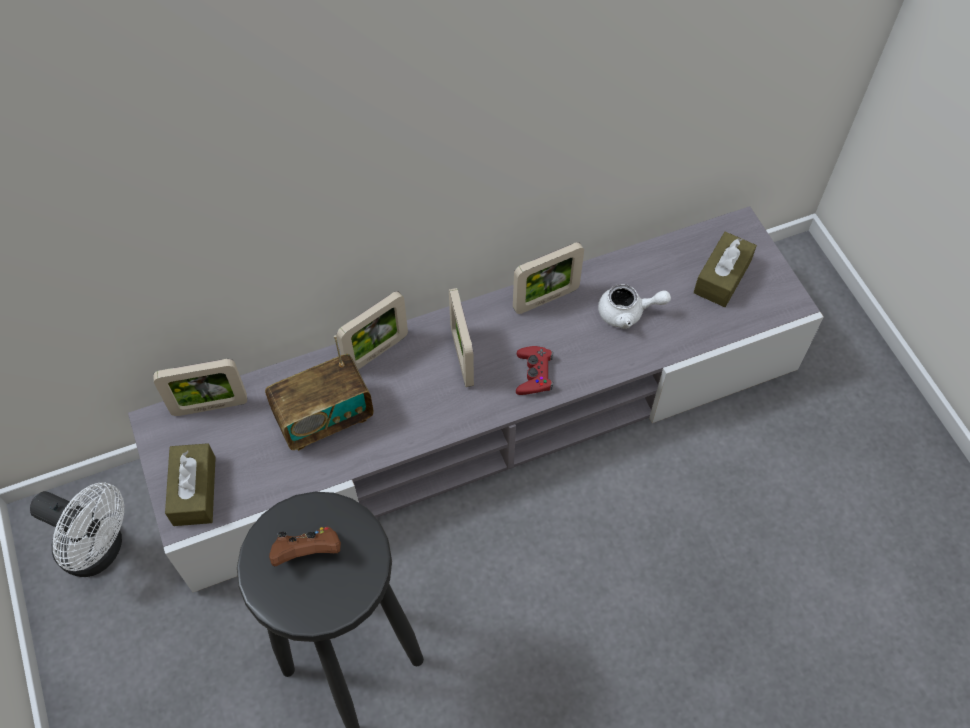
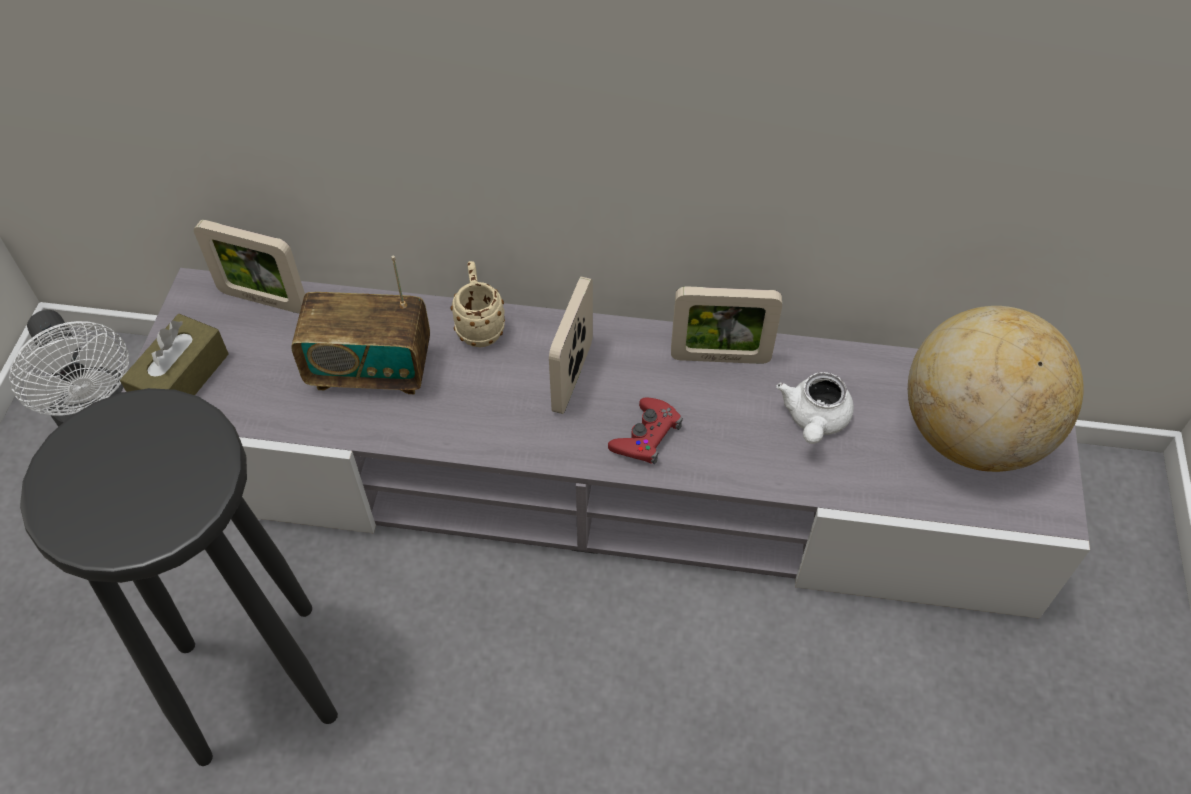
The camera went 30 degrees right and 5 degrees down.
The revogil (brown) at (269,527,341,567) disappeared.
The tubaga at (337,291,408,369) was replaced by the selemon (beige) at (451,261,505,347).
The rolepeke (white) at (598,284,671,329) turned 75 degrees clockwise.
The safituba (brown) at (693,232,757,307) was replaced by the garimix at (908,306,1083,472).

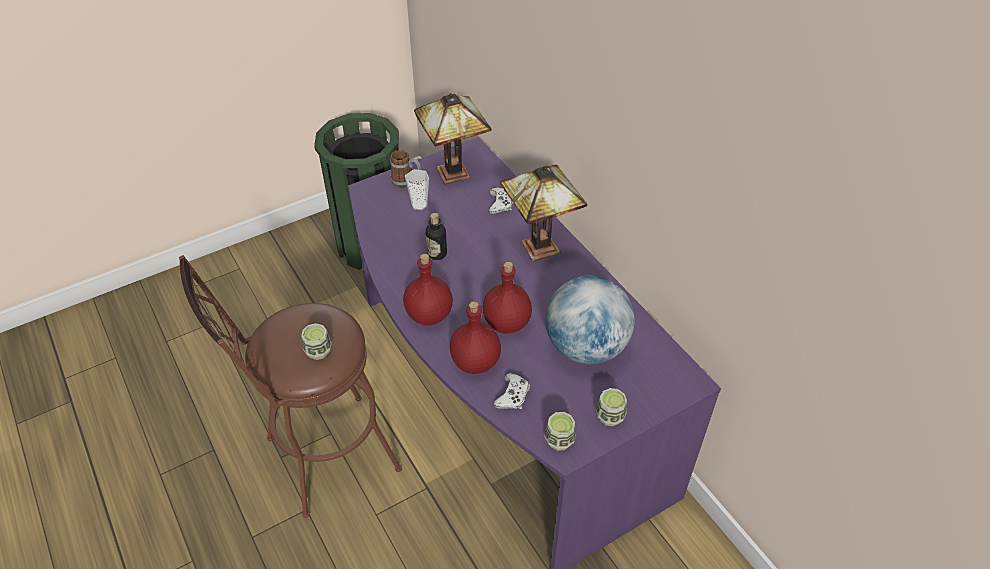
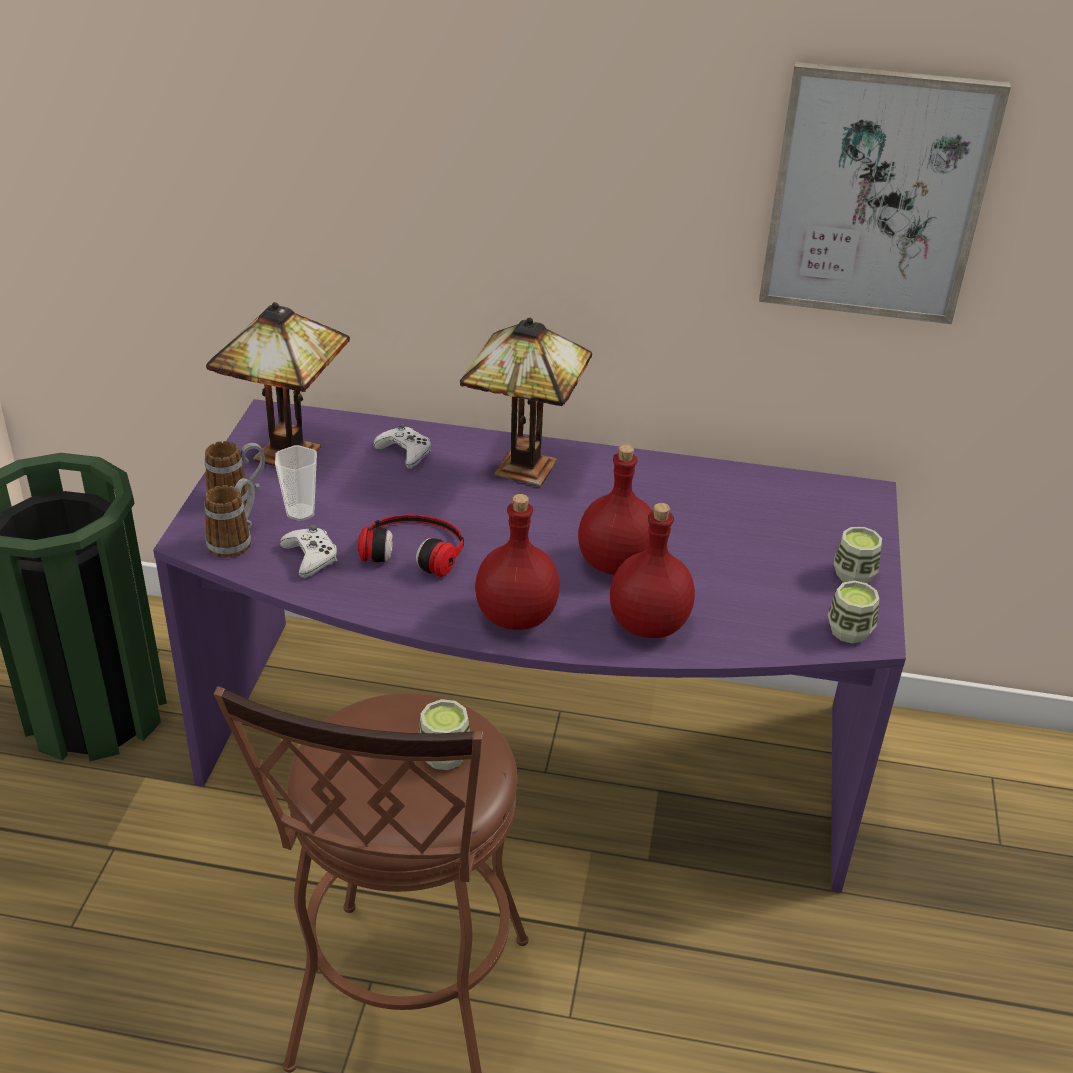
The camera went 50 degrees left and 10 degrees down.
The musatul at (425,213,447,260) was replaced by the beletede at (358,515,464,577).
The revogil (white) moved from (493,373,530,409) to (280,525,338,578).
The garimix at (546,275,635,364) disappeared.
The selemon at (204,478,255,558) appeared.
The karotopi at (759,62,1011,324) appeared.

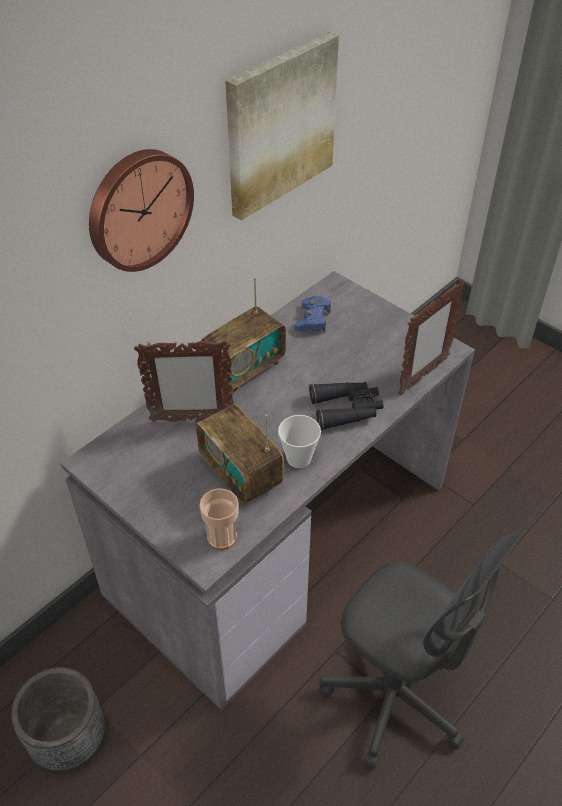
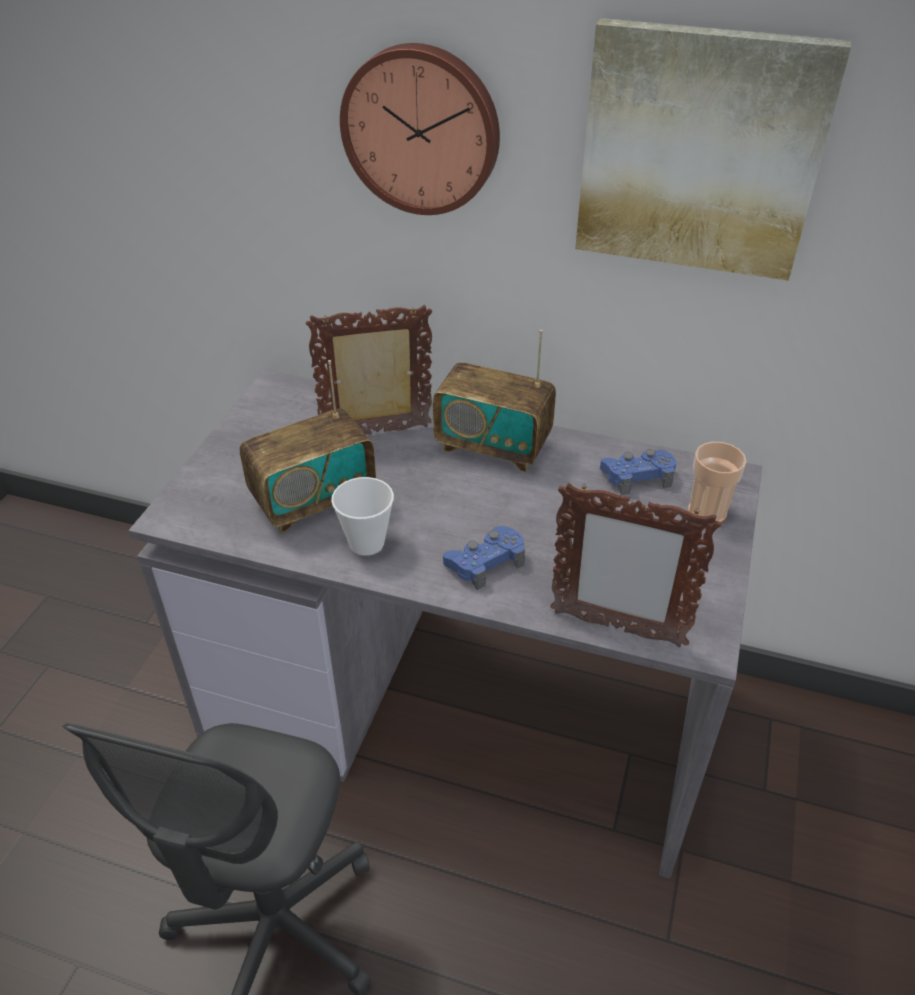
The camera went 65 degrees right and 5 degrees down.
The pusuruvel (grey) at (11,667,105,771) disappeared.
The tubaga at (134,340,234,422) turned 105 degrees clockwise.
The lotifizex at (196,404,284,506) turned 150 degrees counterclockwise.
The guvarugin moved from (200,488,239,550) to (688,442,746,524).
The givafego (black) at (309,382,384,430) was replaced by the revogil (blue) at (443,526,525,590).

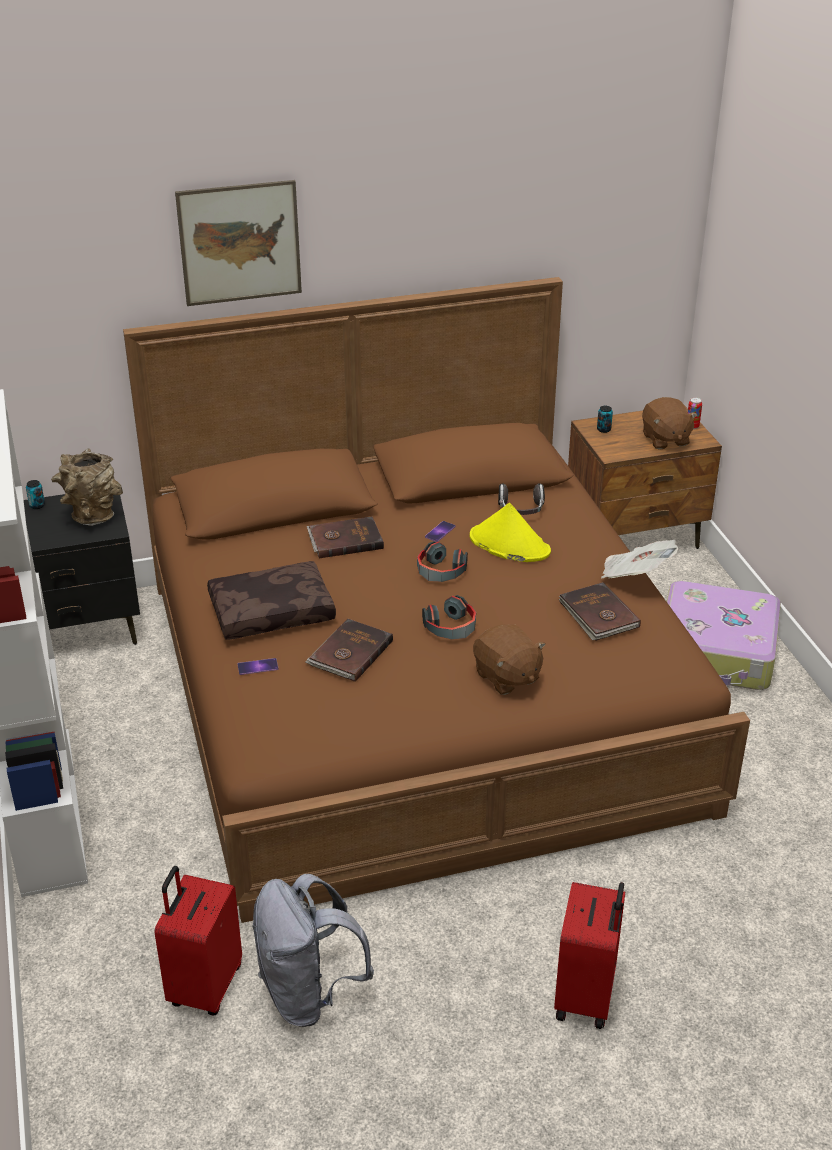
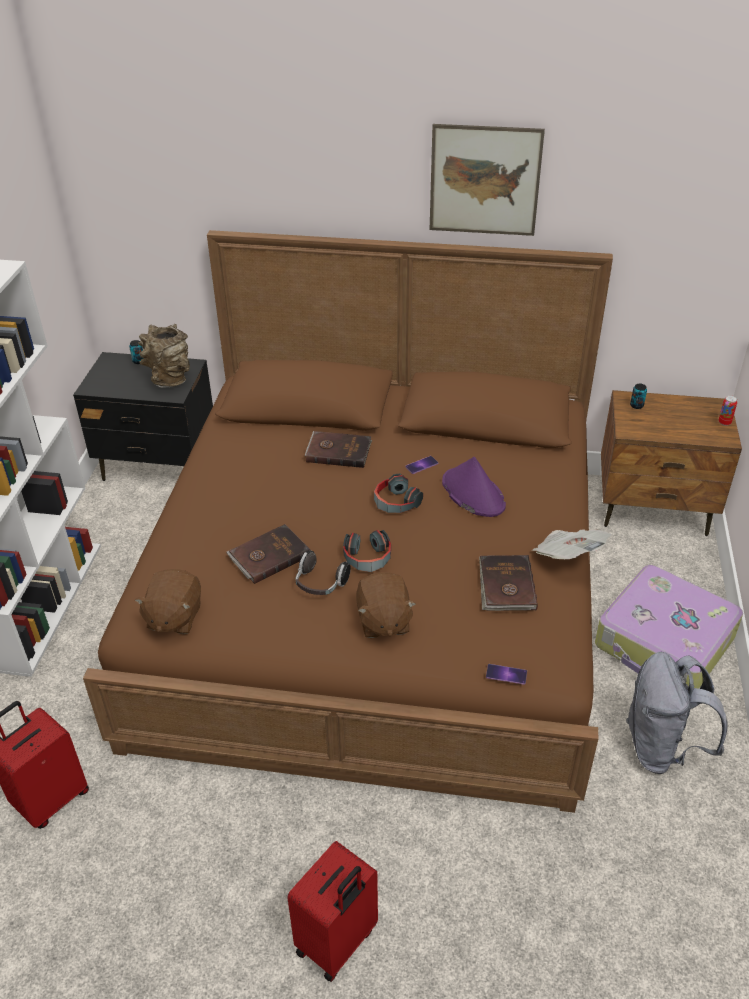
The camera went 25 degrees right and 5 degrees up.
The karotopi moved from (175,180,302,306) to (430,124,545,236).
The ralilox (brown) at (207,561,336,640) disappeared.
The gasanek moved from (238,658,278,675) to (486,664,527,685).
The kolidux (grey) moved from (252,874,374,1027) to (626,652,728,774).
The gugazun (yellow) at (470,503,551,562) became the gugazun (purple) at (442,457,506,517).
The beletede moved from (498,483,545,515) to (296,550,351,595).
The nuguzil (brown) moved from (642,397,697,450) to (135,569,201,634).

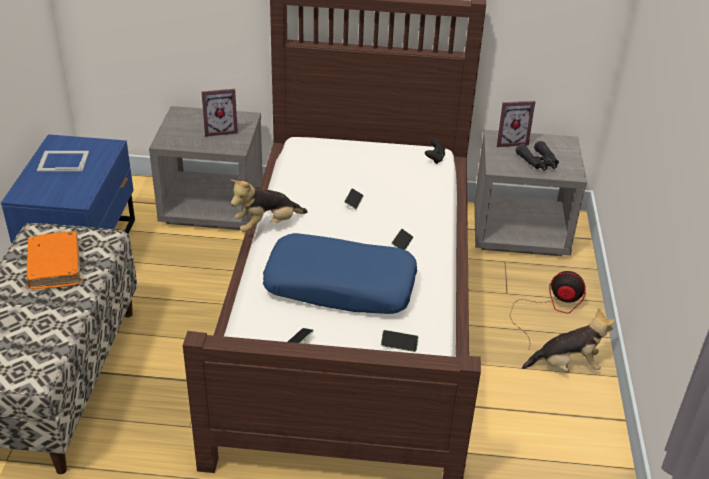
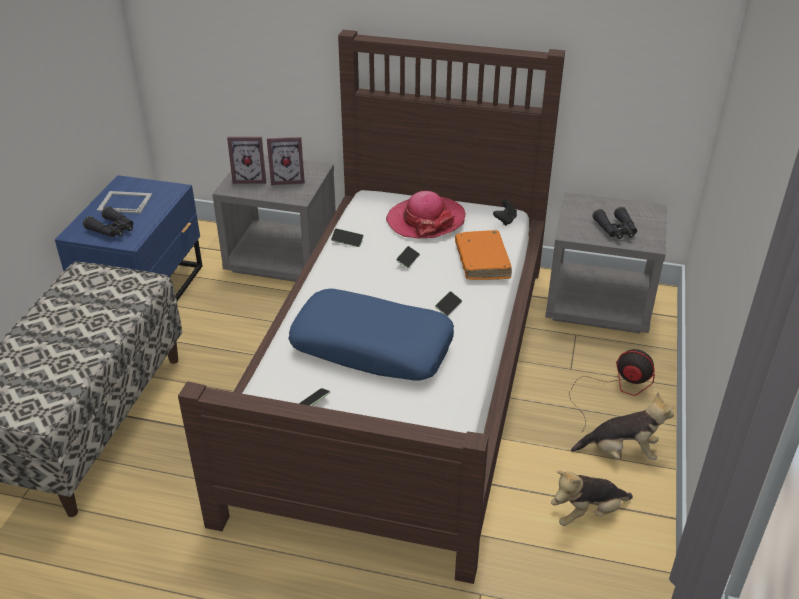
The camera went 10 degrees right and 0 degrees up.
The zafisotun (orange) moved from (26,231,81,289) to (455,230,512,280).
The nuguzil moved from (230,179,308,232) to (551,471,633,526).
The gasanek moved from (381,330,418,352) to (331,228,364,247).
The tubaga moved from (497,101,535,147) to (227,137,266,184).
The givafego (black) at (83,206,133,237) appeared.
The gugazun at (386,191,465,238) appeared.

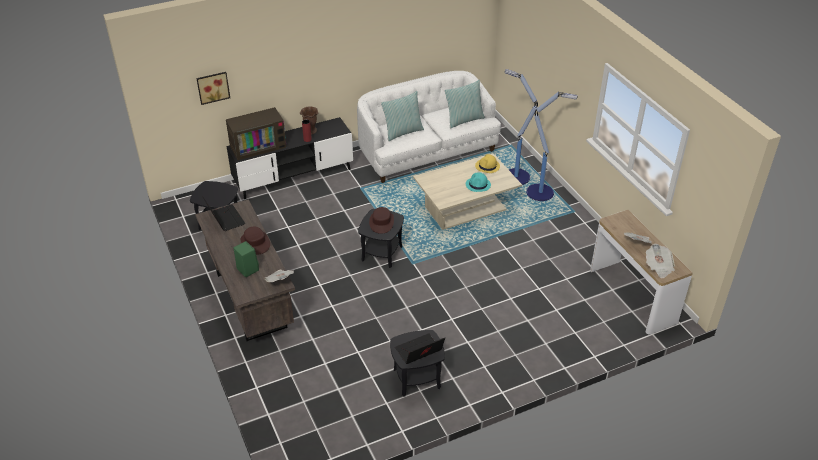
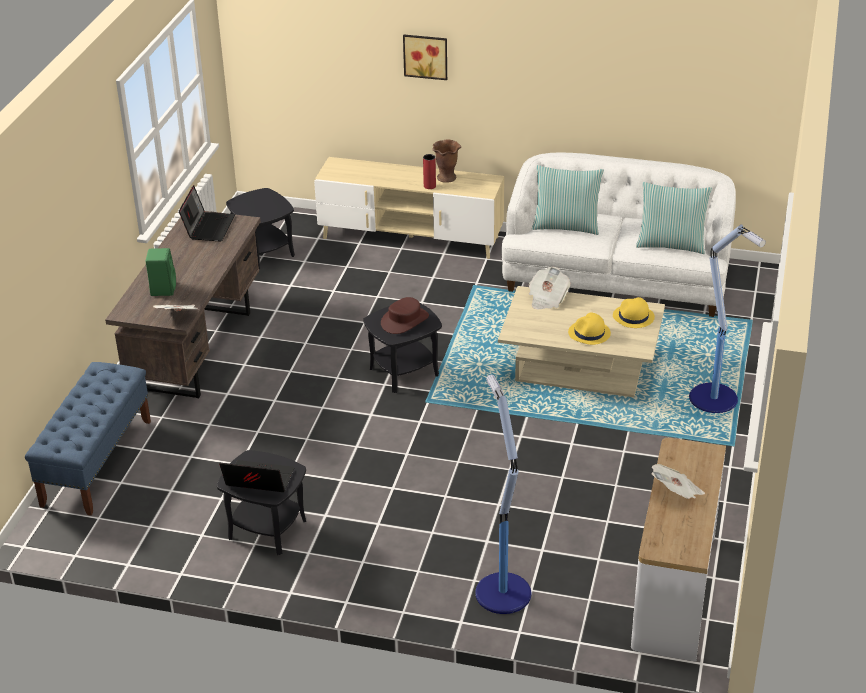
The camera went 40 degrees right and 5 degrees down.
The karotopi moved from (196,72,230,105) to (403,35,447,80).
The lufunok at (226,107,287,160) disappeared.
The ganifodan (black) at (227,117,353,199) became the ganifodan (beige) at (314,157,504,259).
The gugazun (brown) at (241,227,270,255) disappeared.
The gugazun (turquoise) at (466,172,491,192) became the gugazun (yellow) at (568,313,611,345).
The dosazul moved from (505,69,538,185) to (475,375,531,614).
The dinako moved from (646,243,675,279) to (529,267,570,309).
The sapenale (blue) at (25,362,151,516) appeared.

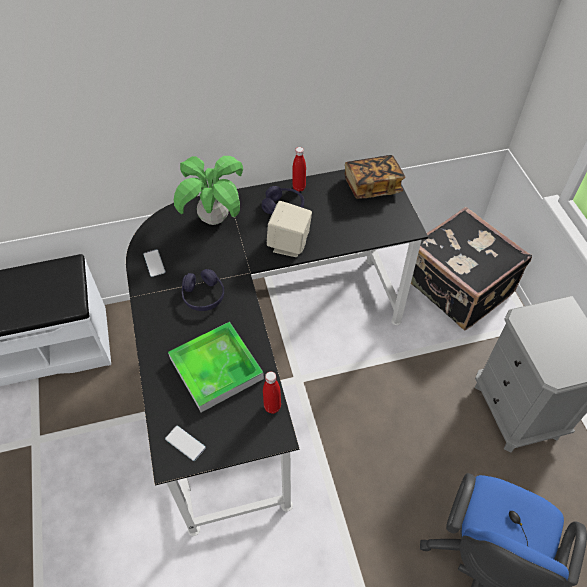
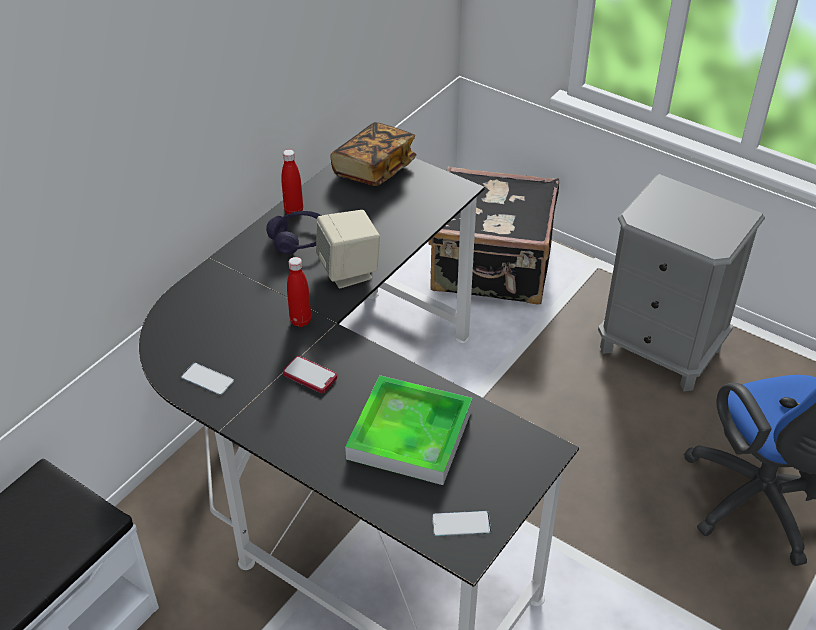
The camera went 40 degrees left and 10 degrees down.
The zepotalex at (174,156,243,225) disappeared.
The beletede (purple) at (182,269,224,311) was replaced by the gasanek at (283,356,337,393).
The musatul (red) moved from (263,372,281,414) to (287,257,311,327).

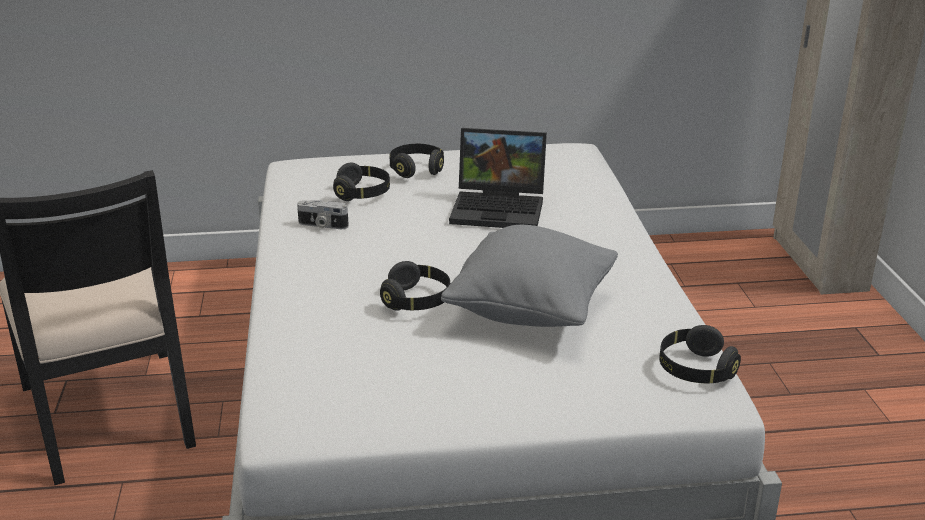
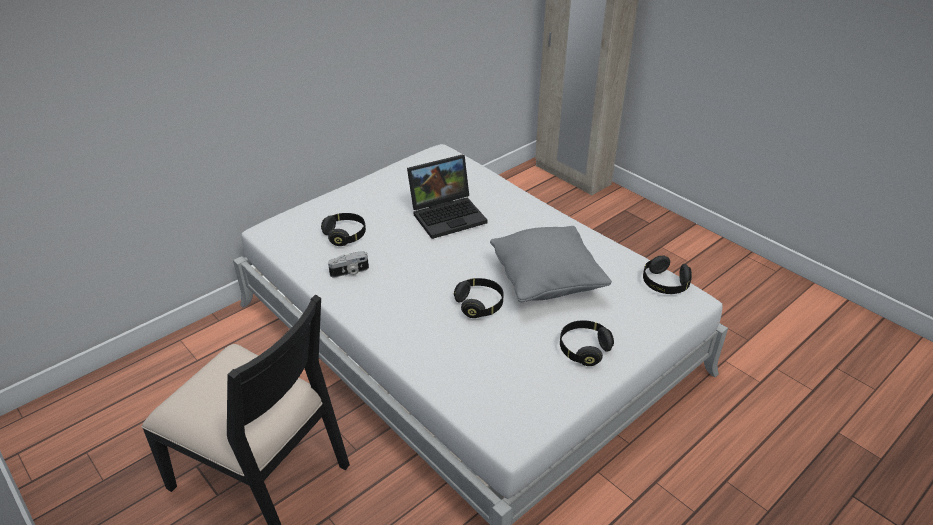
The camera went 35 degrees left and 10 degrees up.
The beletede (black) moved from (389,144,444,178) to (560,320,614,366).

